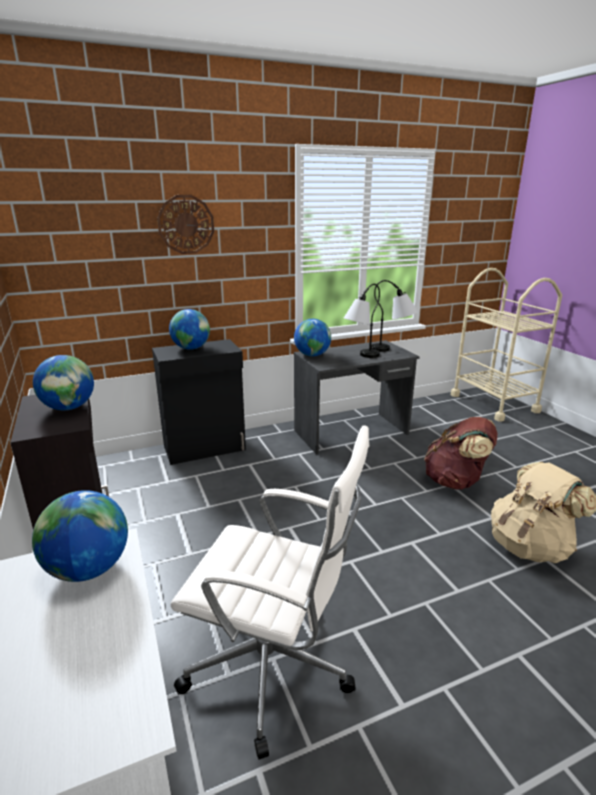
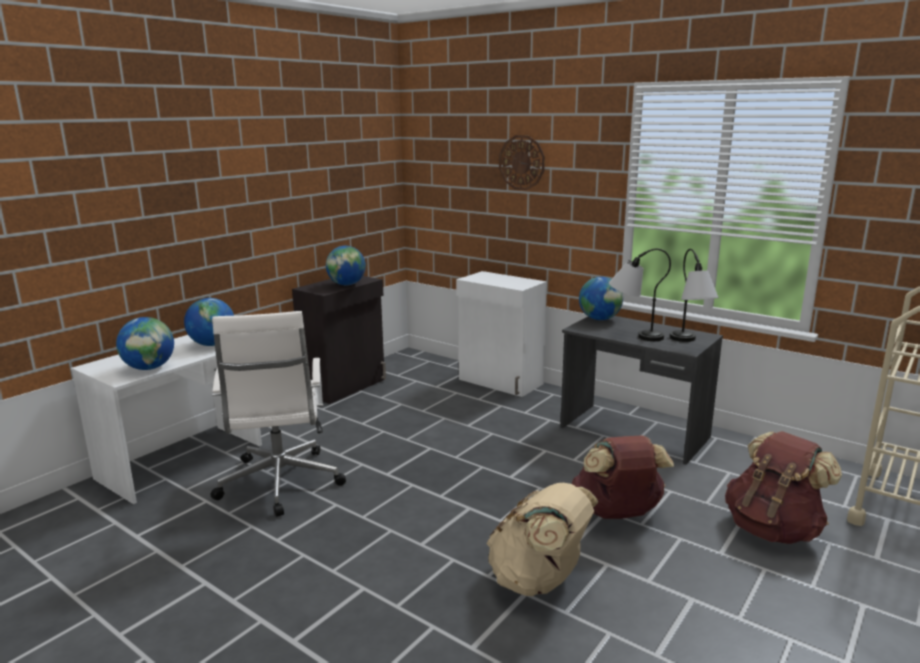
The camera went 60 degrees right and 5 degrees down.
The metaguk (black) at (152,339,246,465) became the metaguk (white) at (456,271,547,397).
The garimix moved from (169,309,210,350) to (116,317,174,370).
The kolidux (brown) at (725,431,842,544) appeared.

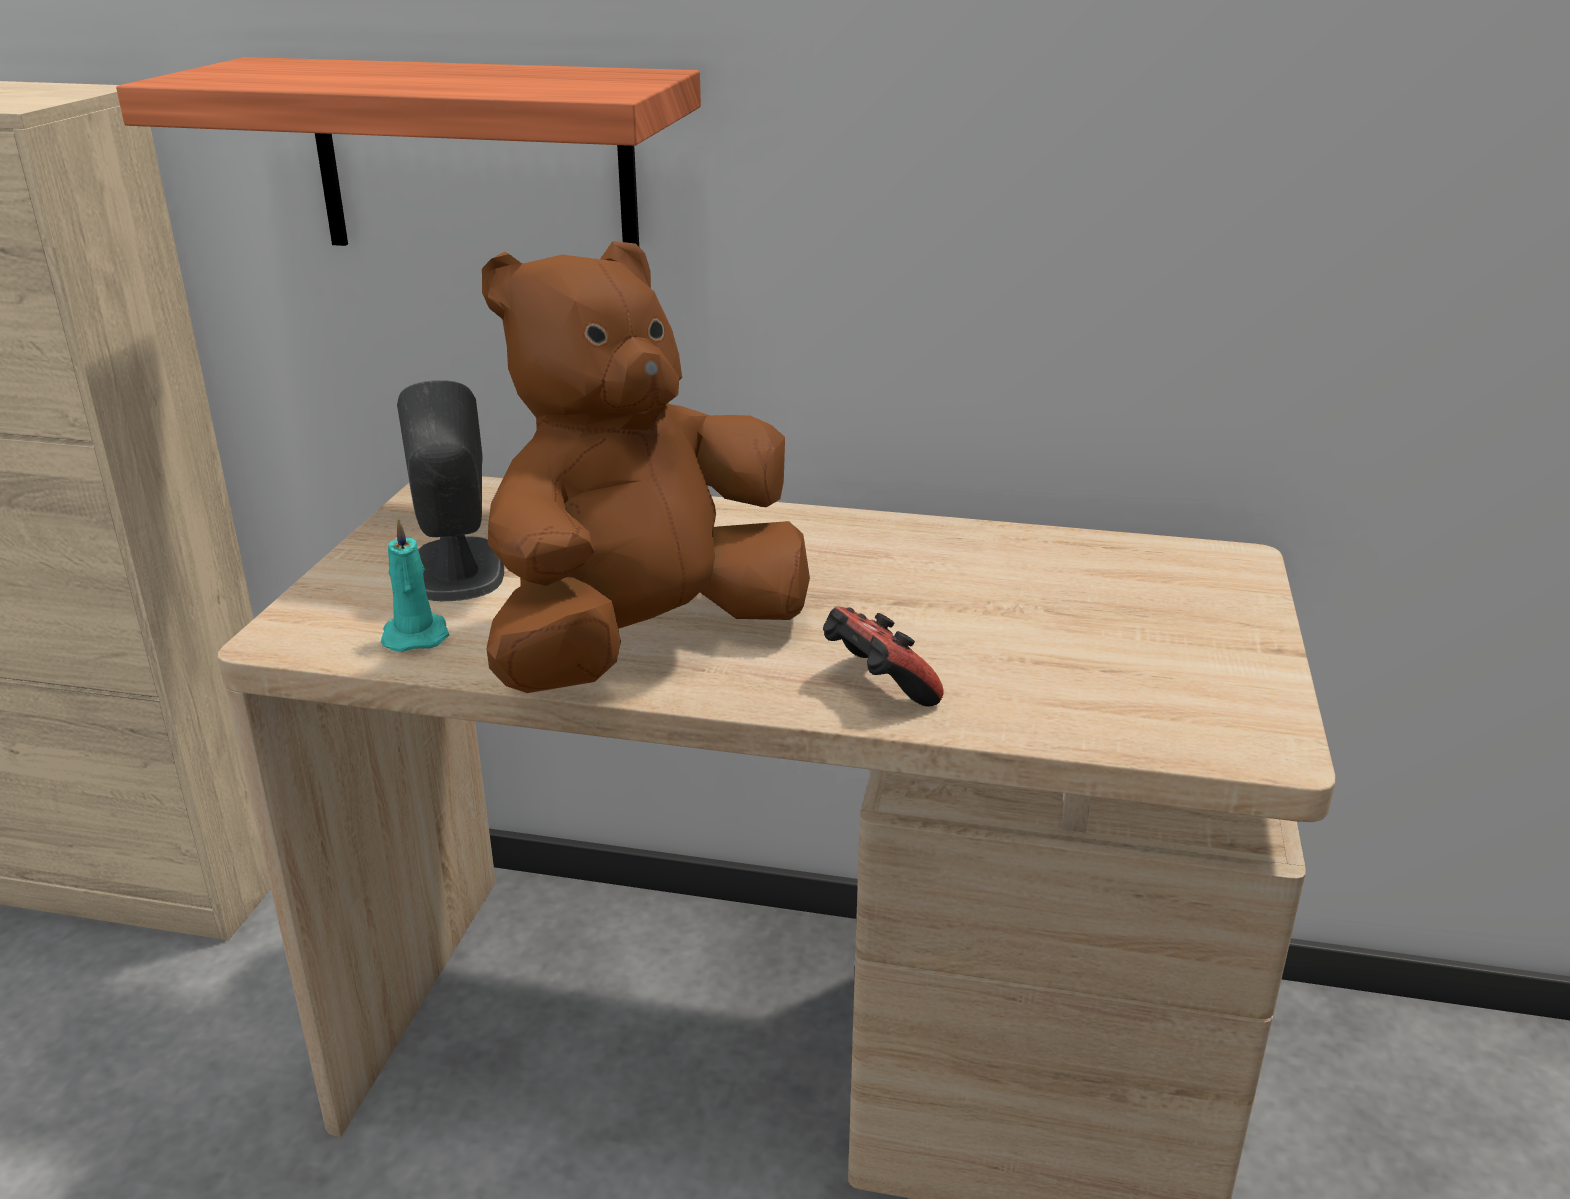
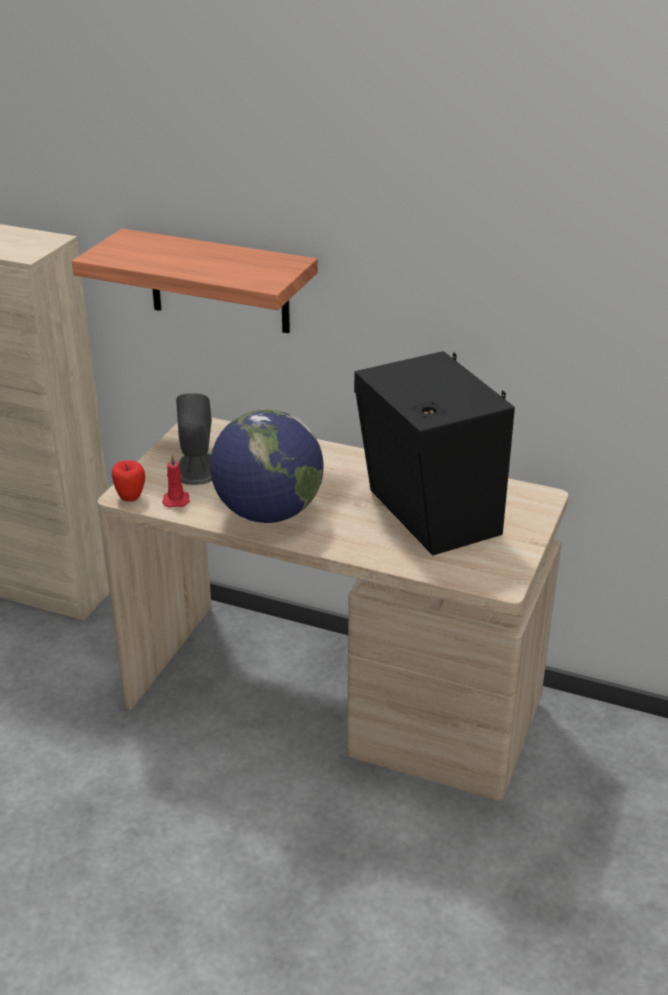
The camera went 10 degrees right and 5 degrees up.
The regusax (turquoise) at (381,518,449,652) became the regusax (red) at (162,454,190,508).
The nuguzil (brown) at (482,241,810,693) was replaced by the garimix at (210,409,324,523).
The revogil at (823,606,944,707) disappeared.
The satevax at (112,460,145,502) appeared.
The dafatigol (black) at (354,351,515,555) appeared.

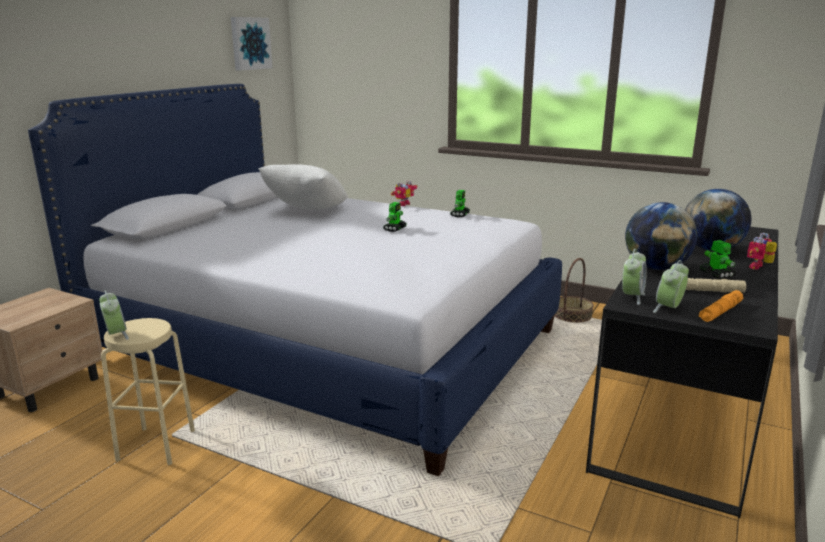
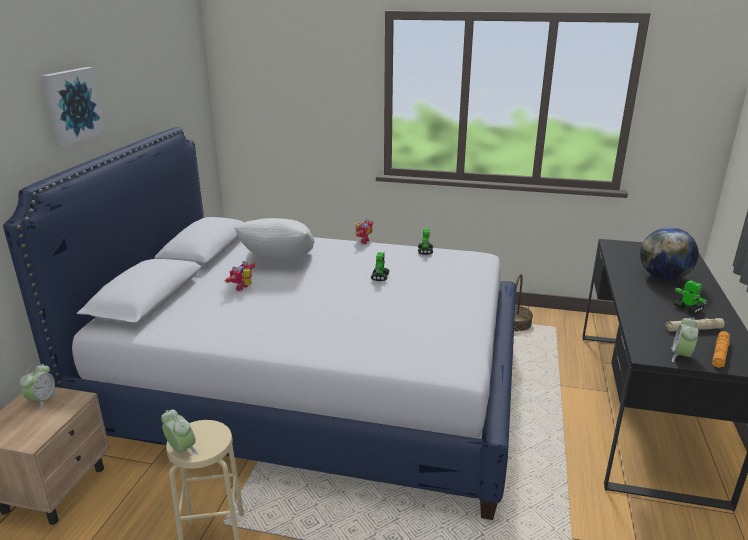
The camera went 15 degrees left and 5 degrees up.
The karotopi moved from (231,17,272,71) to (41,67,105,147).
The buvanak moved from (622,249,647,305) to (20,364,59,410).
The garimix at (625,202,698,270) disappeared.
The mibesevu moved from (747,233,777,269) to (224,261,256,291).

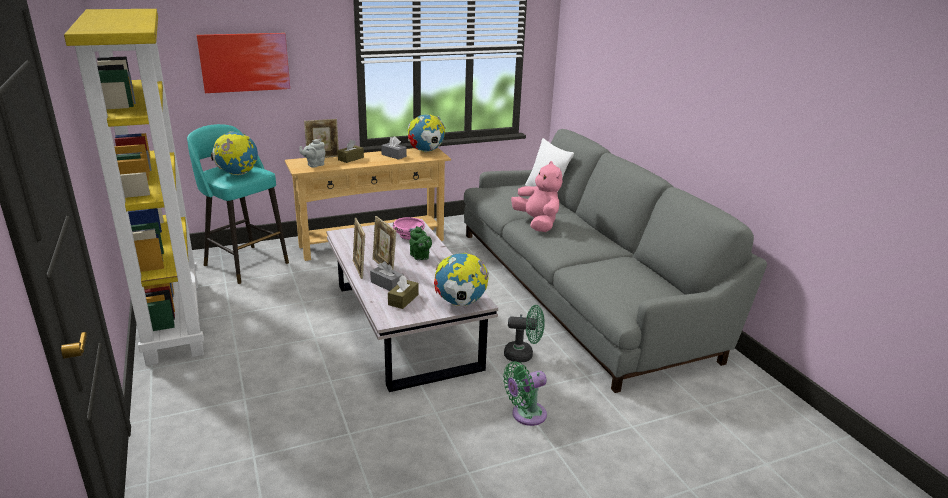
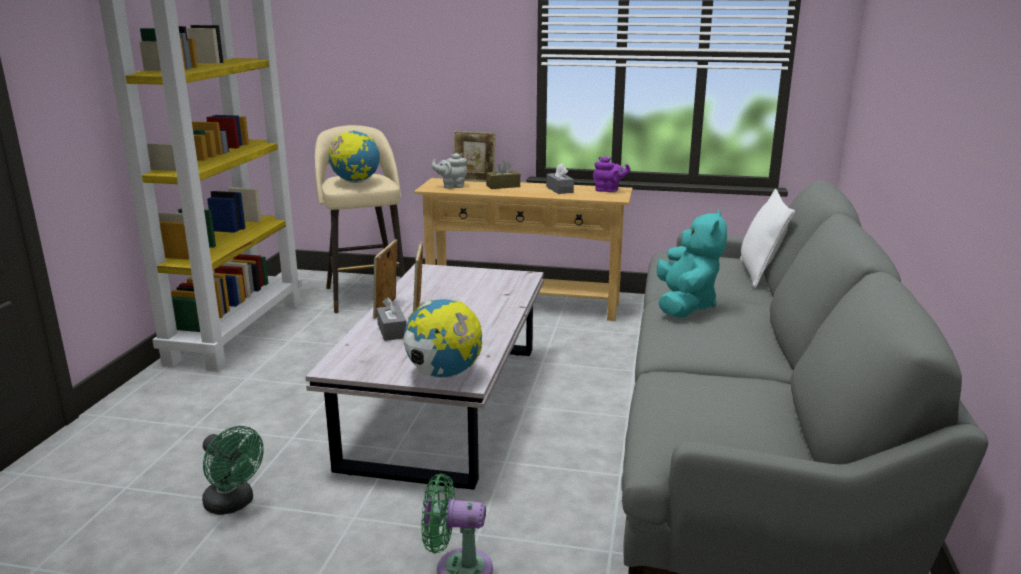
The camera went 35 degrees right and 5 degrees down.
The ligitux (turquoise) at (187,124,289,284) became the ligitux (beige) at (315,125,405,313).
The karotopi at (197,33,290,93) disappeared.
The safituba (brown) at (388,275,419,309) disappeared.
The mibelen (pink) at (393,217,425,240) disappeared.
The garimix at (408,114,446,152) was replaced by the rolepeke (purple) at (593,156,630,192).
The rolepeke (green) at (410,226,432,260) disappeared.
The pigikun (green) moved from (504,305,545,362) to (202,426,264,515).
The nuguzil (pink) at (511,161,562,232) became the nuguzil (turquoise) at (657,210,727,318).

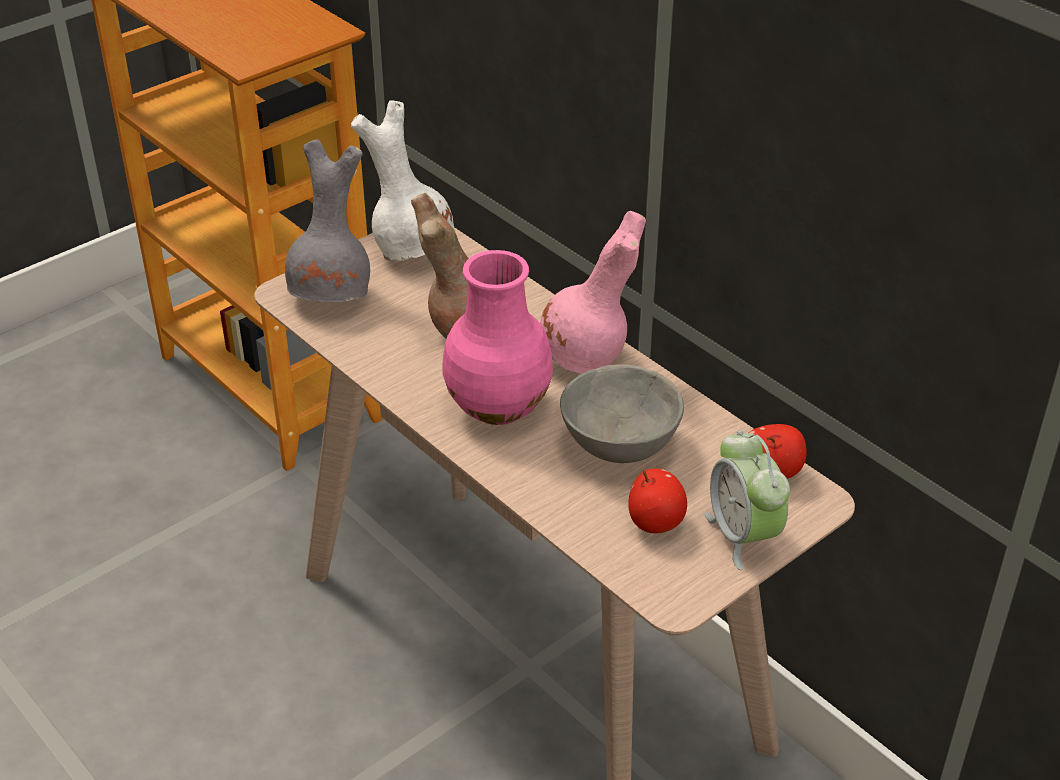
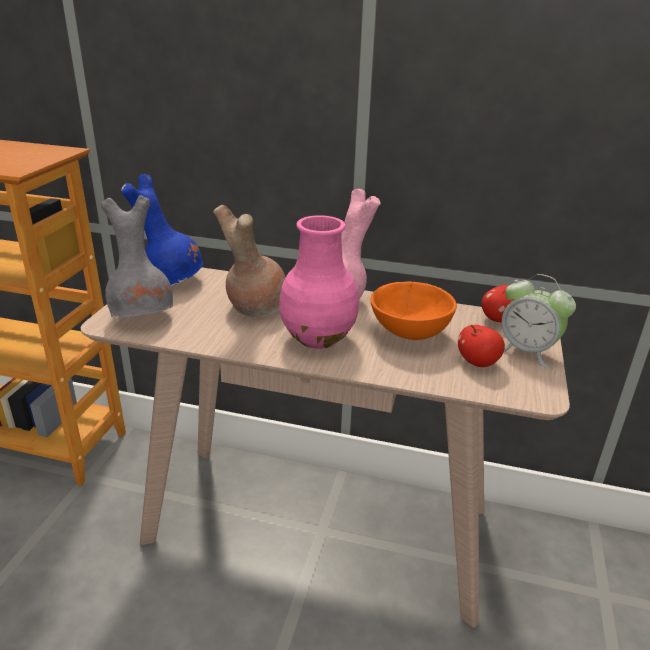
The camera went 35 degrees left and 10 degrees down.
The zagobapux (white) at (351,101,455,261) became the zagobapux (blue) at (121,174,203,286).
The mibelen (grey) at (560,364,684,463) became the mibelen (orange) at (370,281,457,340).

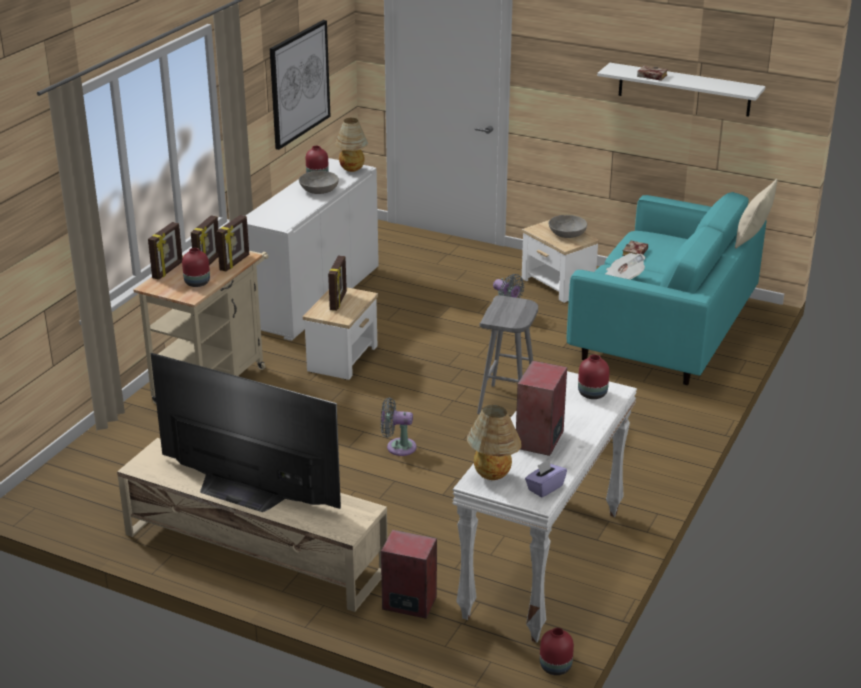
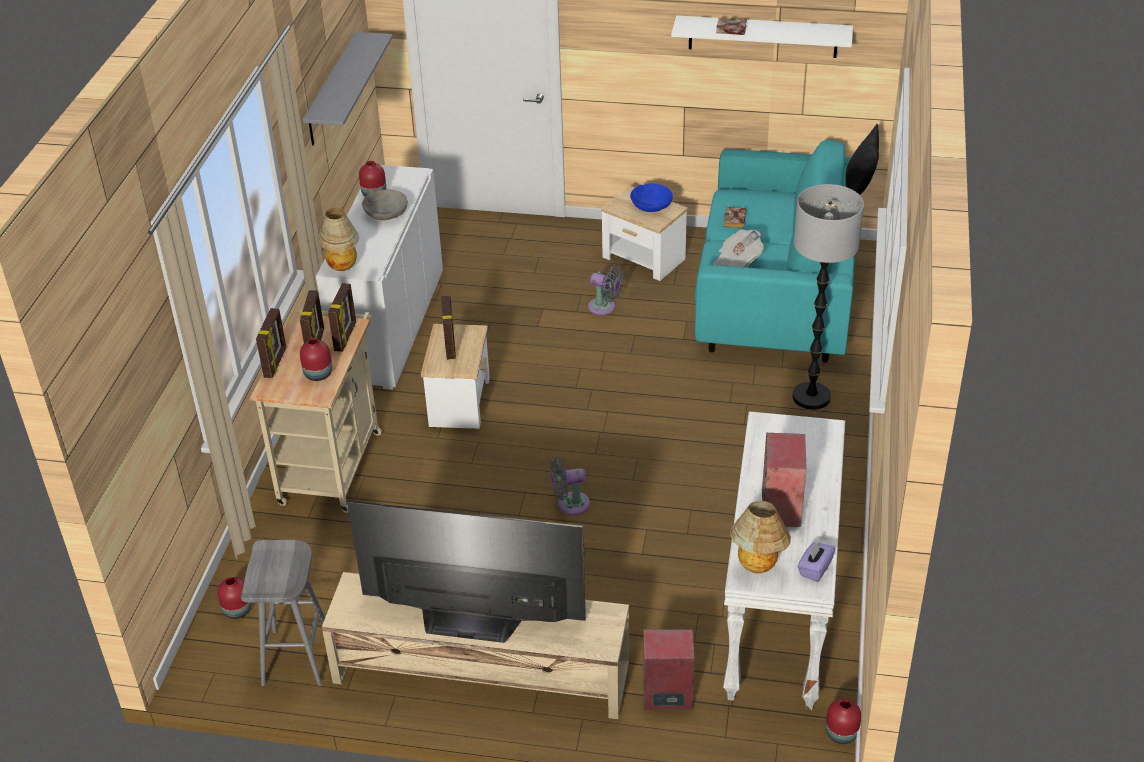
The camera went 15 degrees left and 10 degrees up.
The karotopi at (269,20,331,150) was replaced by the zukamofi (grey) at (303,32,393,146).
The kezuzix moved from (335,118,368,172) to (318,208,359,271).
The ligitux (grey) moved from (477,295,538,414) to (241,540,325,686).
The mibelen (grey) at (548,215,587,238) became the mibelen (blue) at (630,183,673,212).
The zagobapux (red) moved from (578,355,610,399) to (217,577,252,619).
The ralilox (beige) at (735,179,777,249) became the ralilox (black) at (845,124,879,195).
The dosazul at (793,184,864,410) appeared.

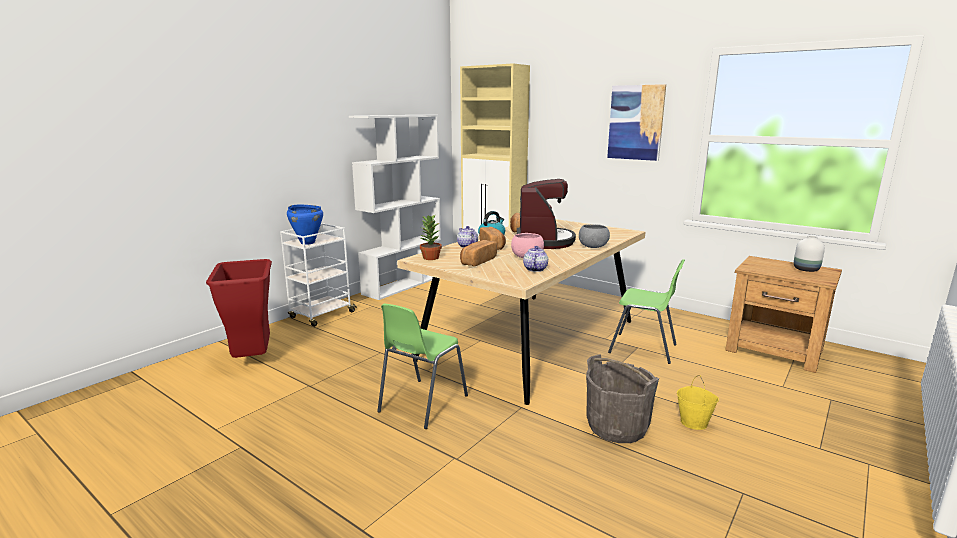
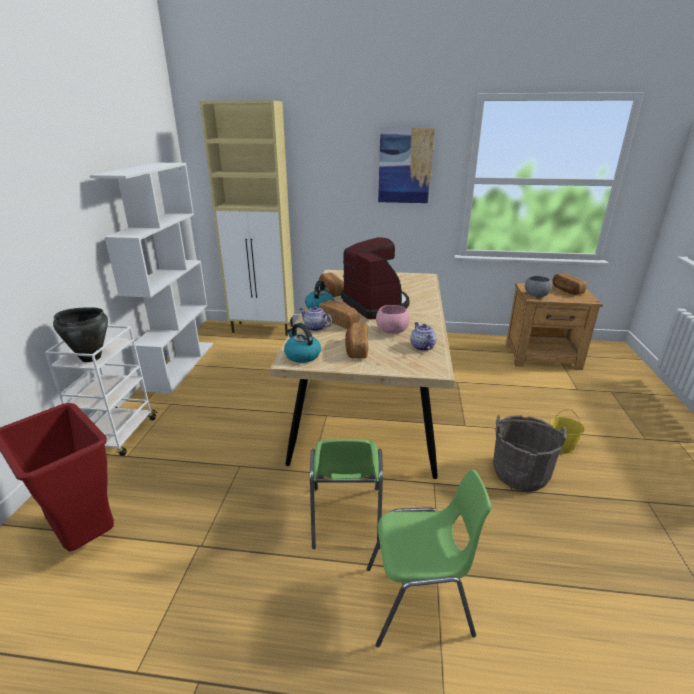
The camera went 30 degrees left and 10 degrees up.
The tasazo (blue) at (287,205,323,245) became the tasazo (black) at (53,307,108,362).
The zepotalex at (420,215,442,260) was replaced by the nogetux at (284,323,321,363).
The mibelen (grey) moved from (579,224,610,248) to (525,276,552,297).
The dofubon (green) moved from (608,259,685,364) to (367,470,492,647).
The zagobapux (white) at (794,236,825,272) was replaced by the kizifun at (552,273,587,295).

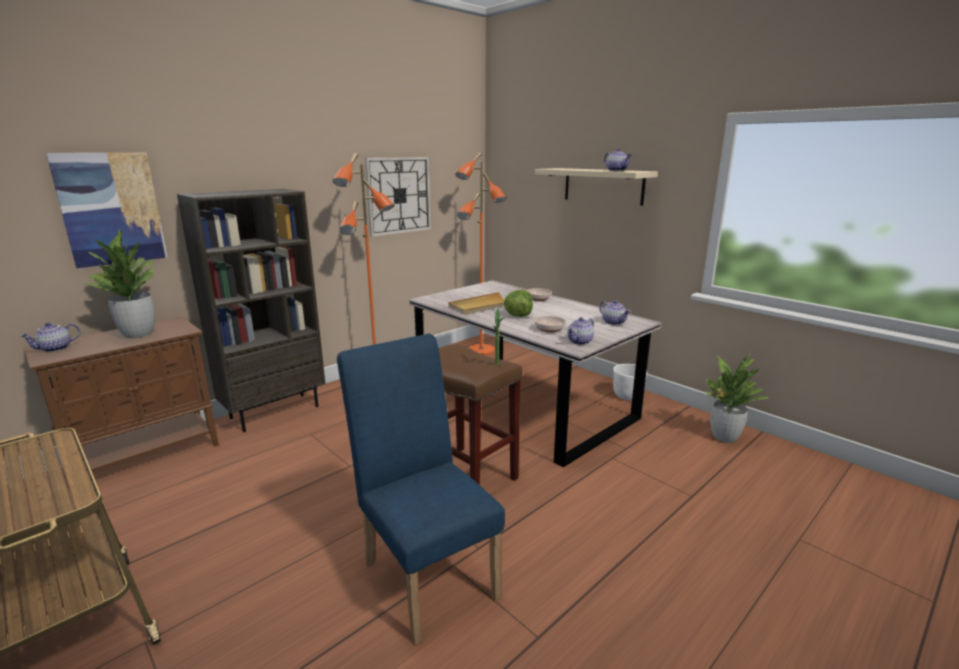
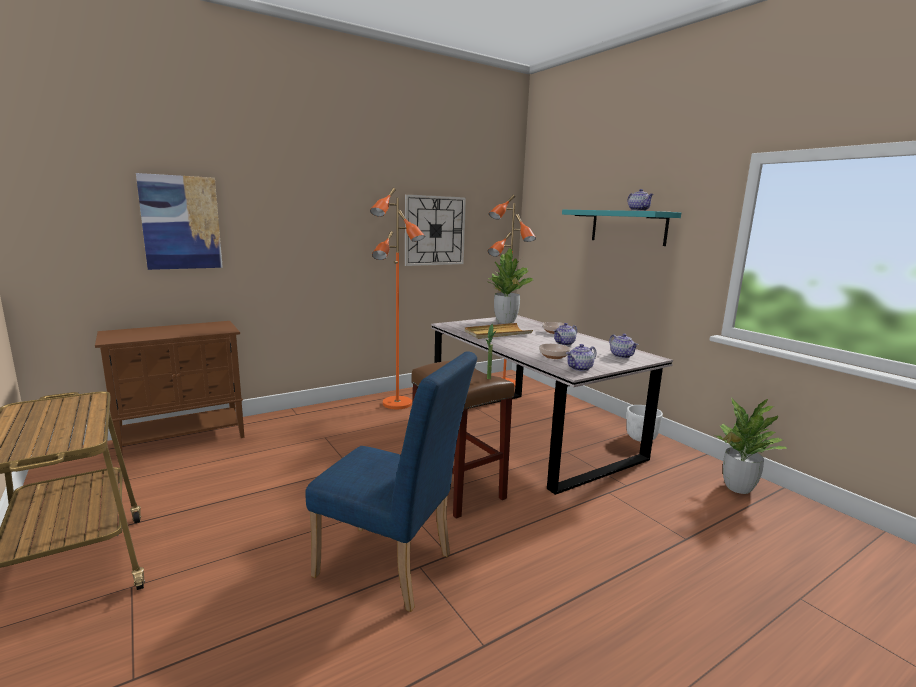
The camera went 10 degrees right and 5 degrees down.
The rolepeke moved from (20,322,80,352) to (553,323,577,346).
The zepotalex moved from (82,229,155,338) to (486,248,533,323).
The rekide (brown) at (177,189,325,432) disappeared.
The dofubon (blue) at (337,333,505,645) turned 135 degrees clockwise.
The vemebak at (504,290,533,317) disappeared.
The zukamofi (beige) at (535,168,658,206) became the zukamofi (turquoise) at (562,210,681,246).

